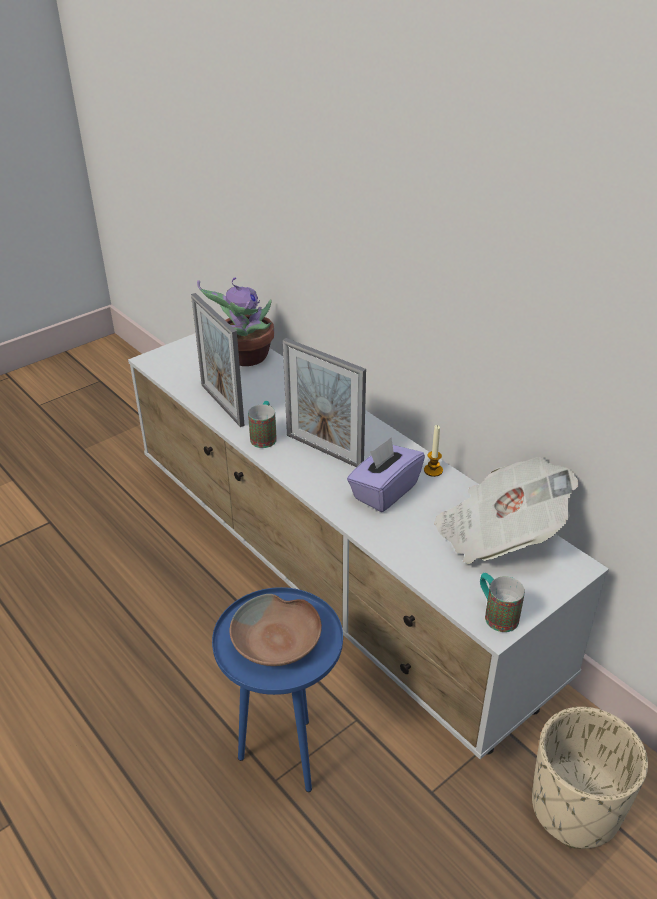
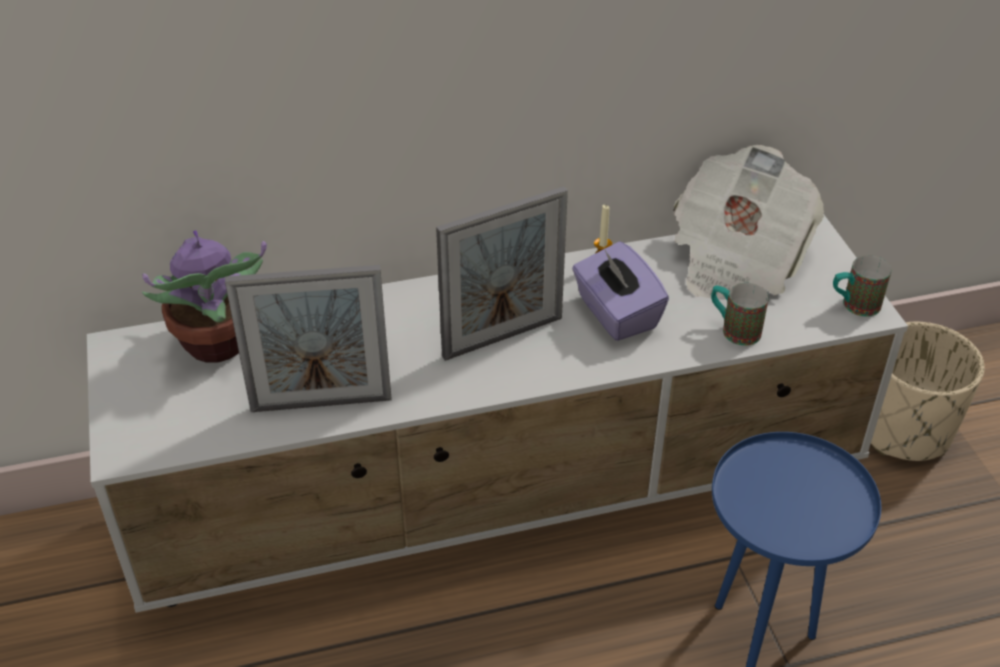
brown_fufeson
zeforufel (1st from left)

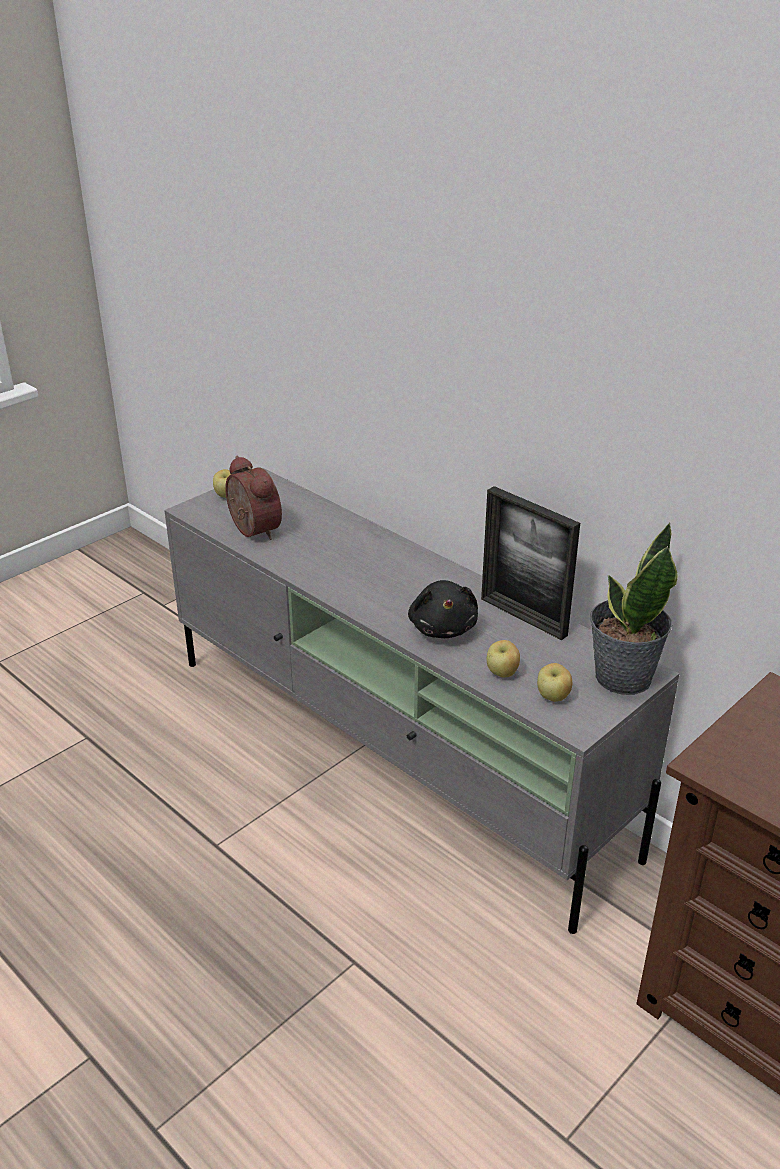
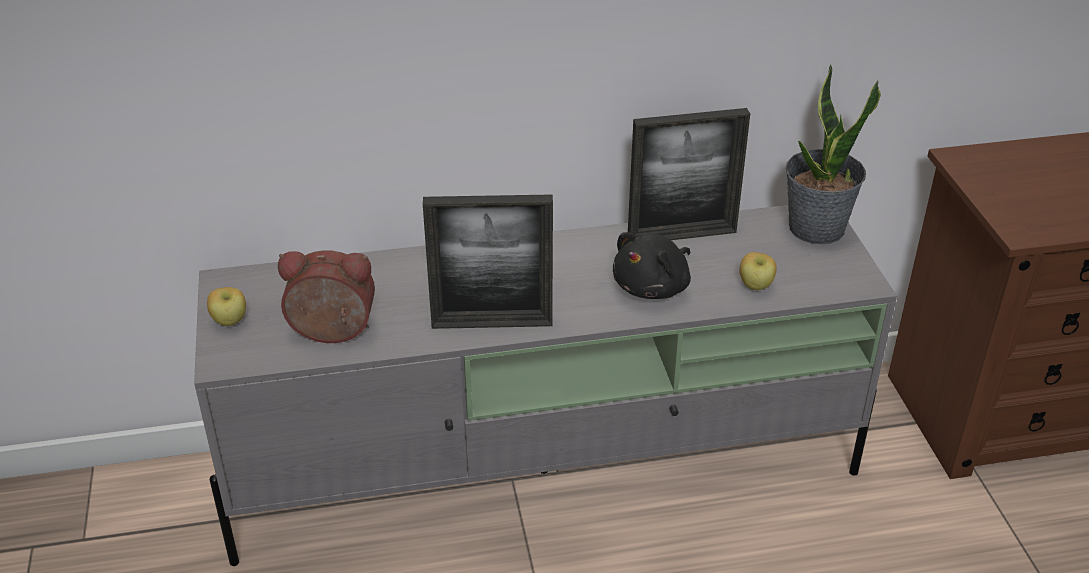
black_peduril
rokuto (3rd from left in the first image)
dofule (1st from left)

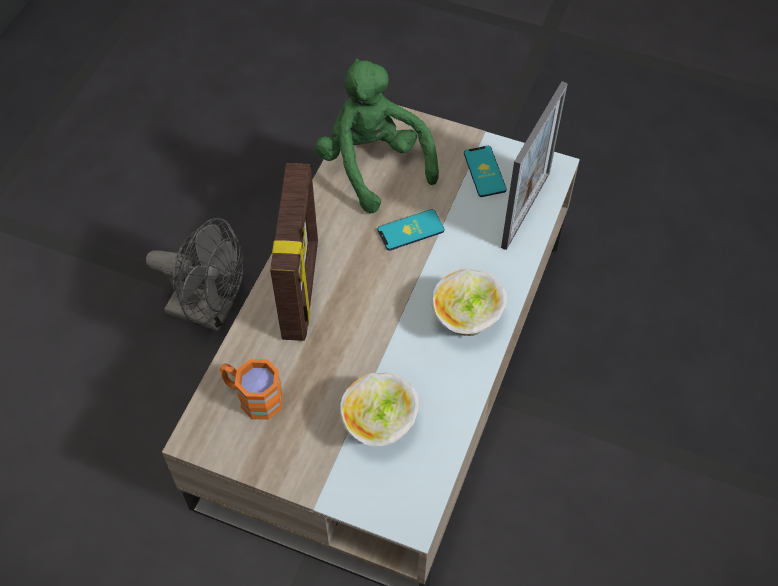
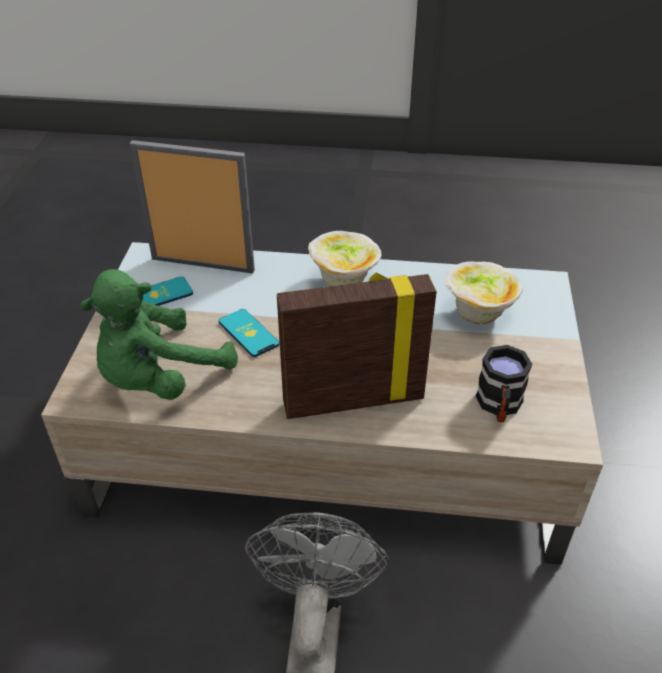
black_zeforufel

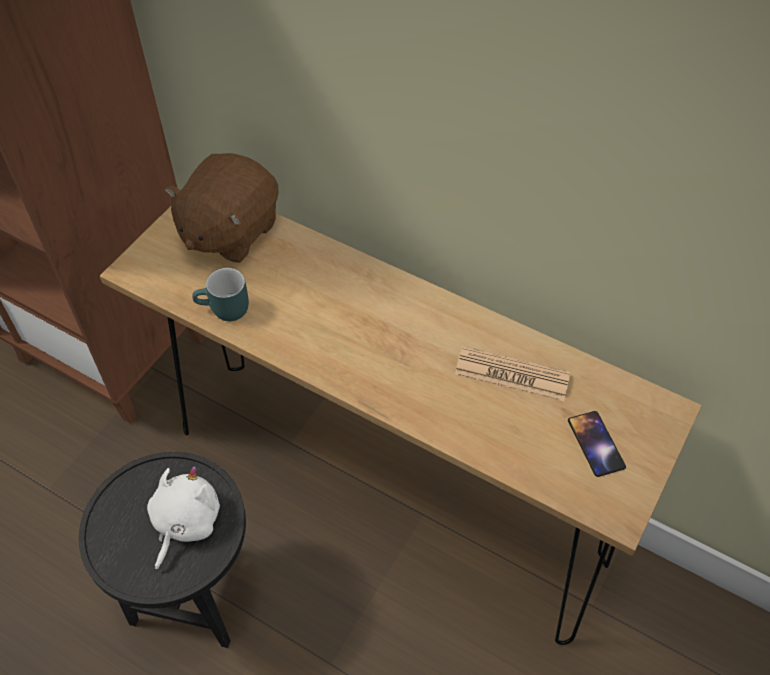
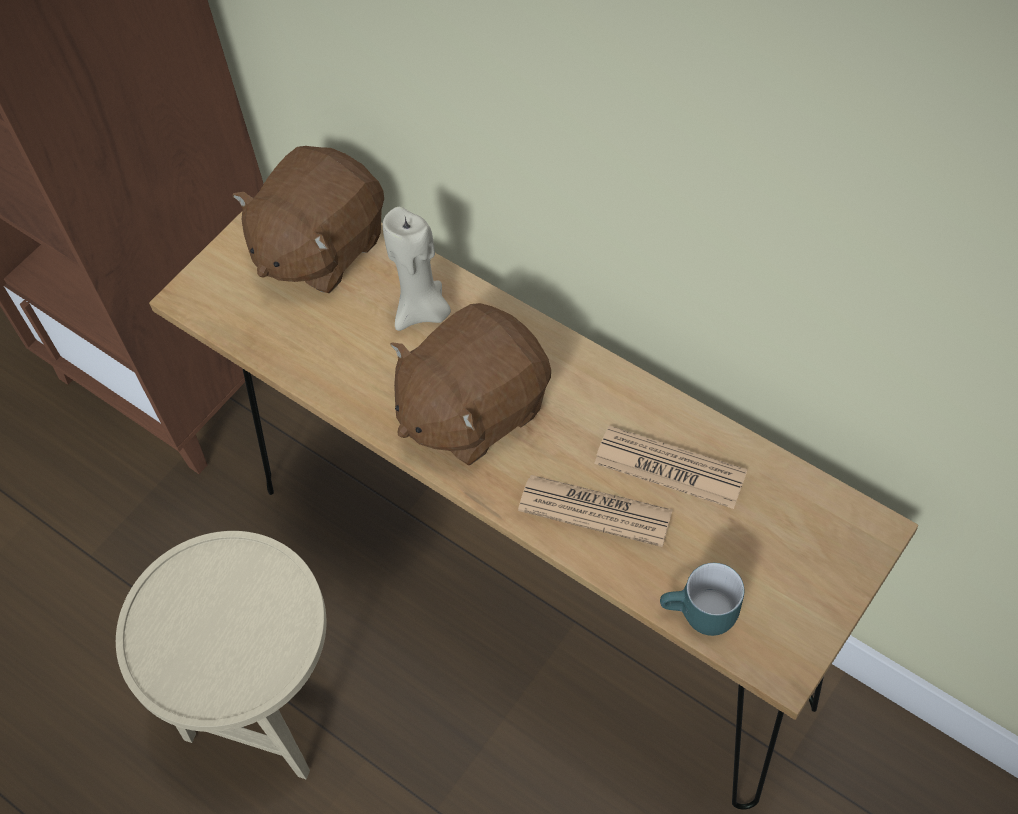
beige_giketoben
white_peduril
turquoise_zeforufel
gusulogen
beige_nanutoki
brown_peduril (2nd from left)
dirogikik (1st from left)

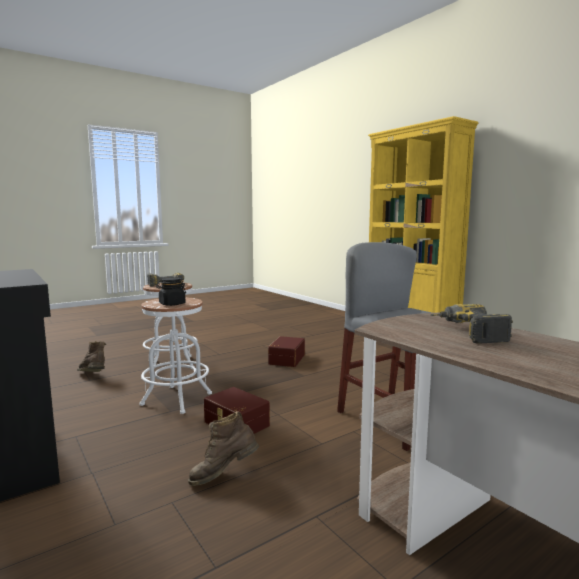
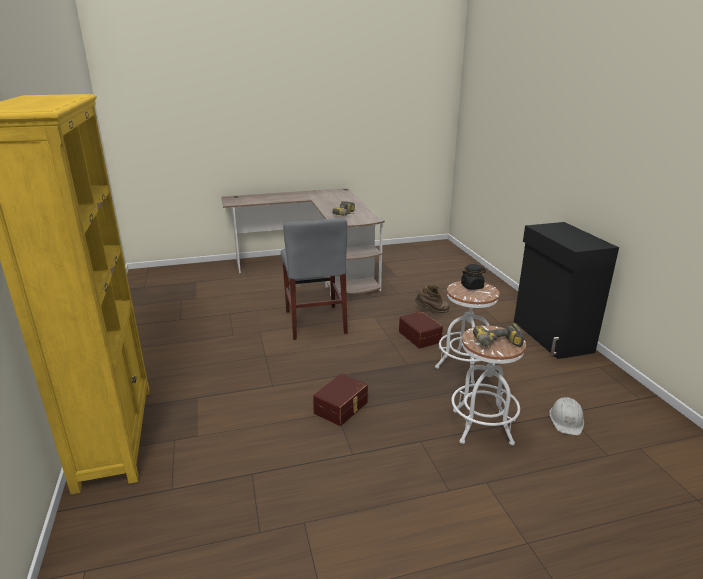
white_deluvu

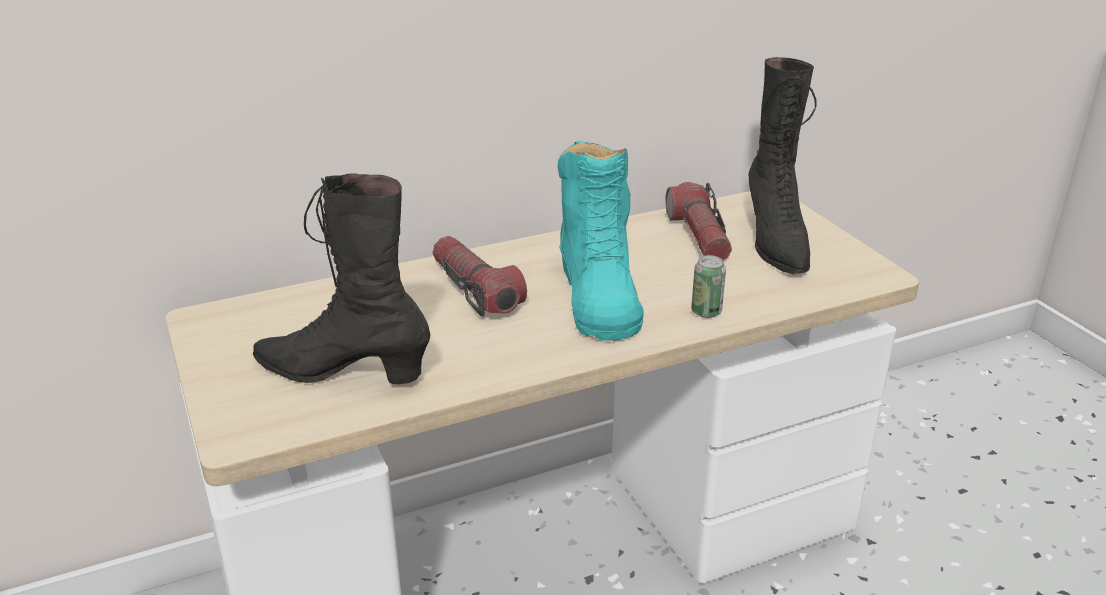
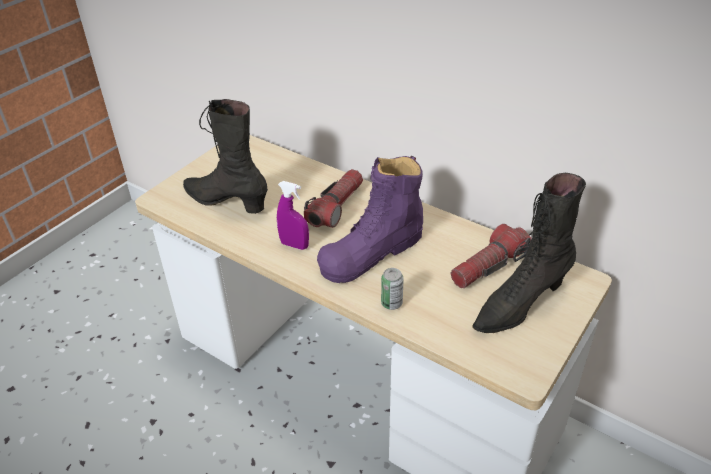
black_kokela (1st from left)
purple_kokela
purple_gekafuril

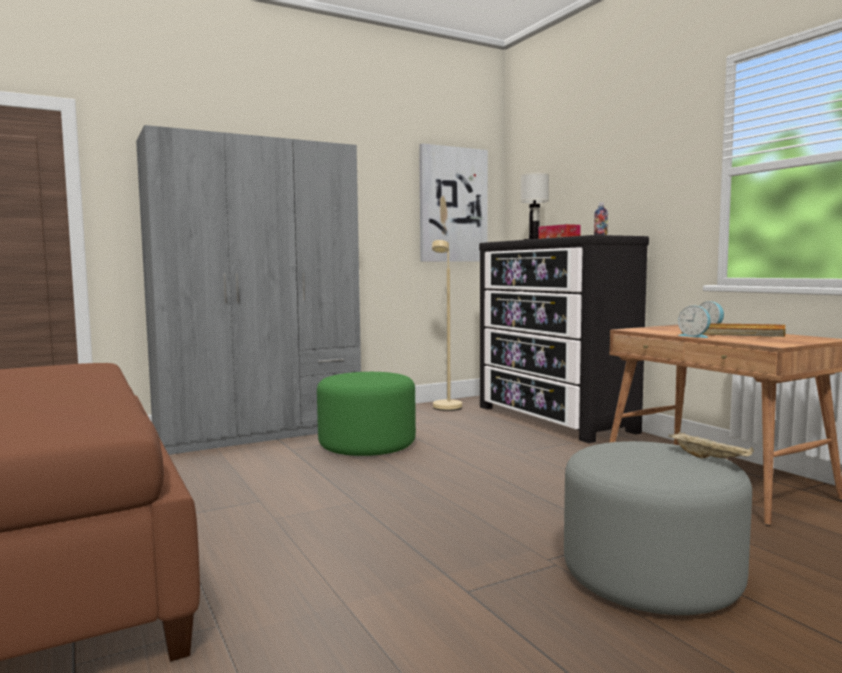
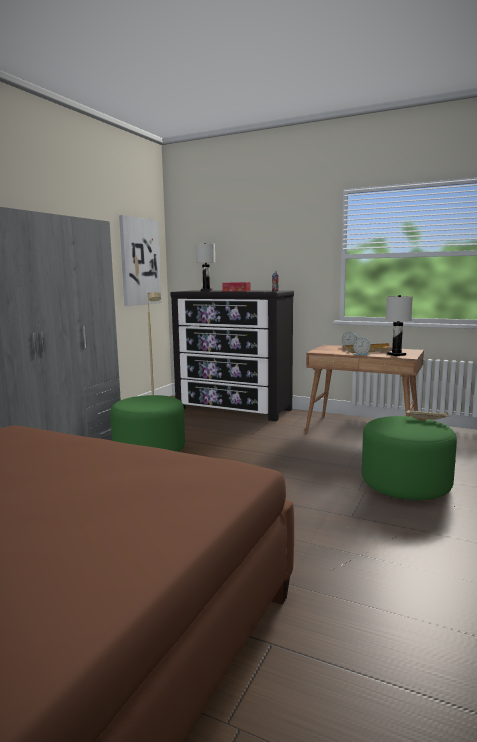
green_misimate (2nd from left)
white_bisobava (2nd from left)

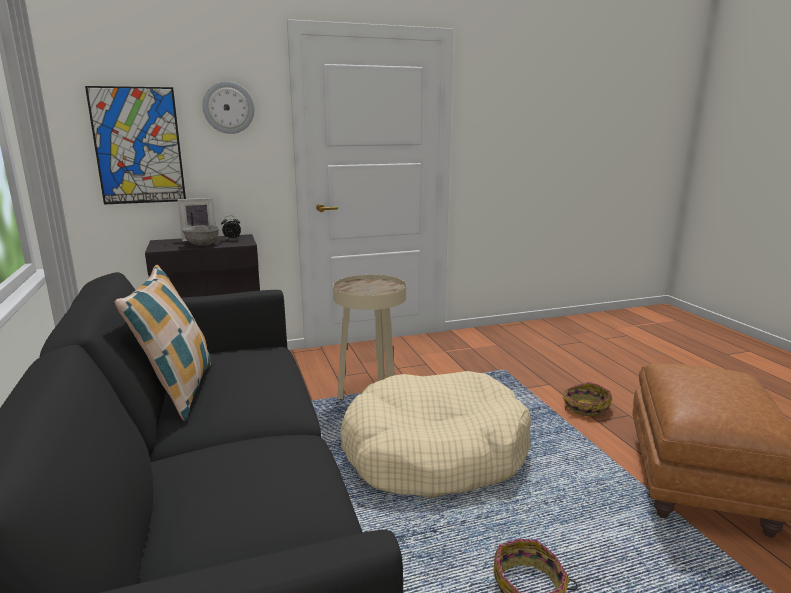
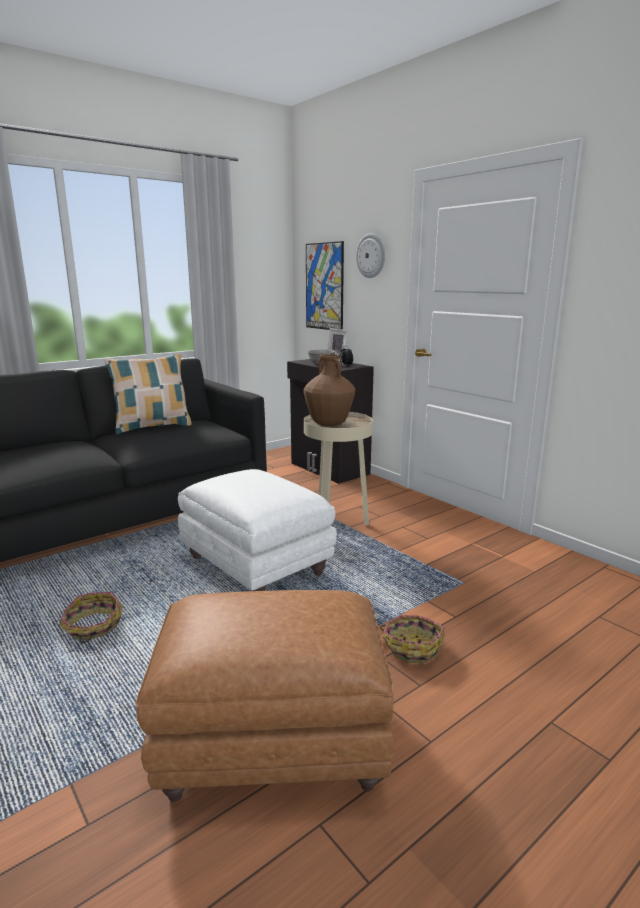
white_misimate
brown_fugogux

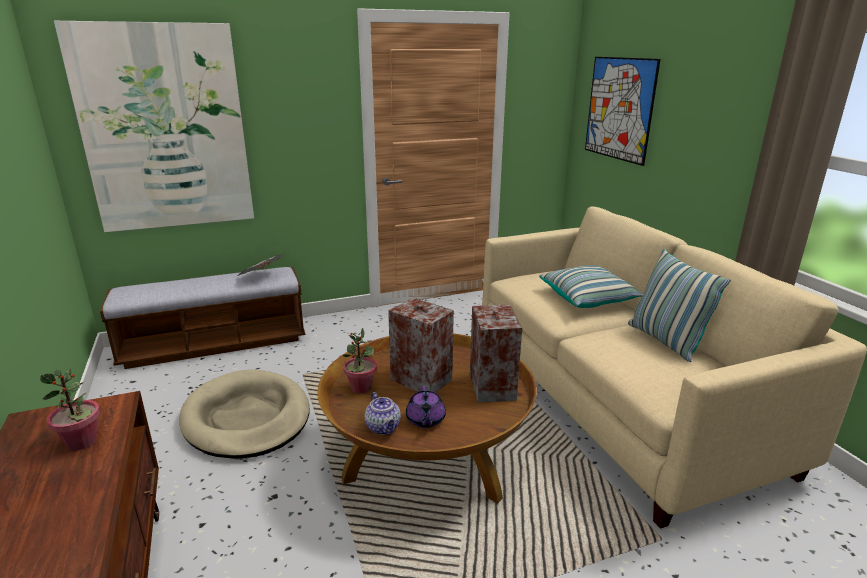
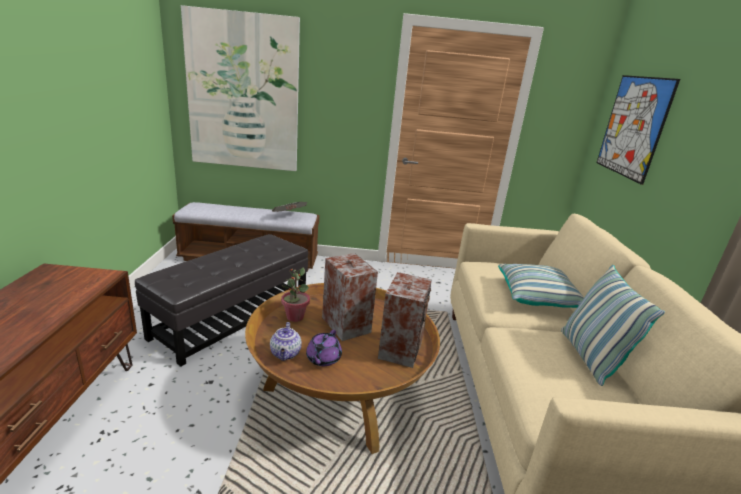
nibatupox (1st from left in the first image)
black_misimate

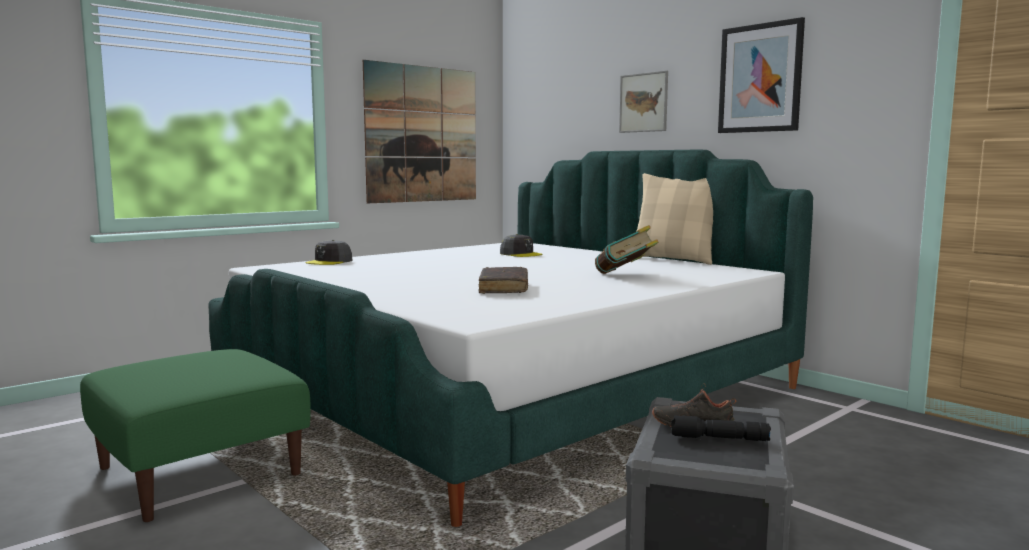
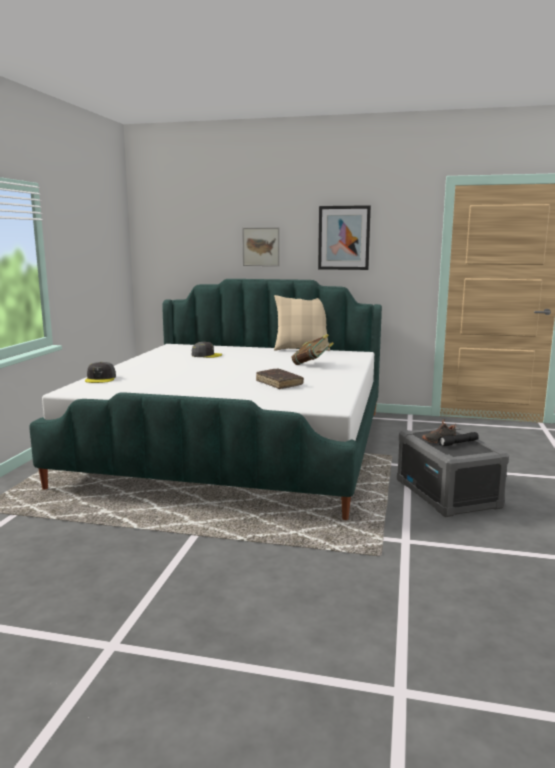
green_misimate
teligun (1st from left in the first image)

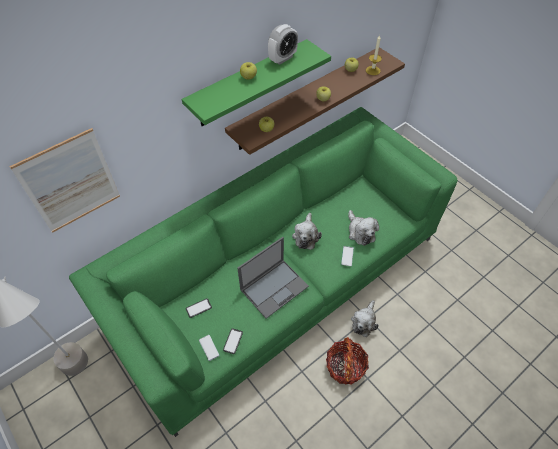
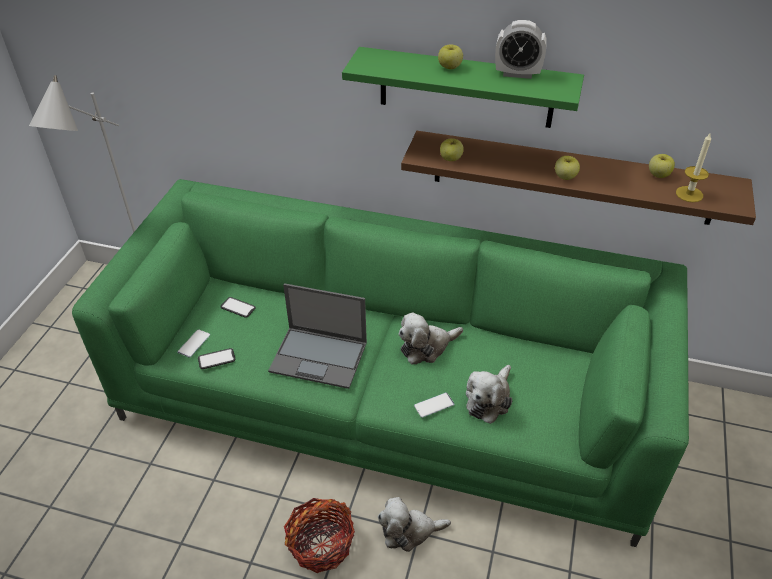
teligun

